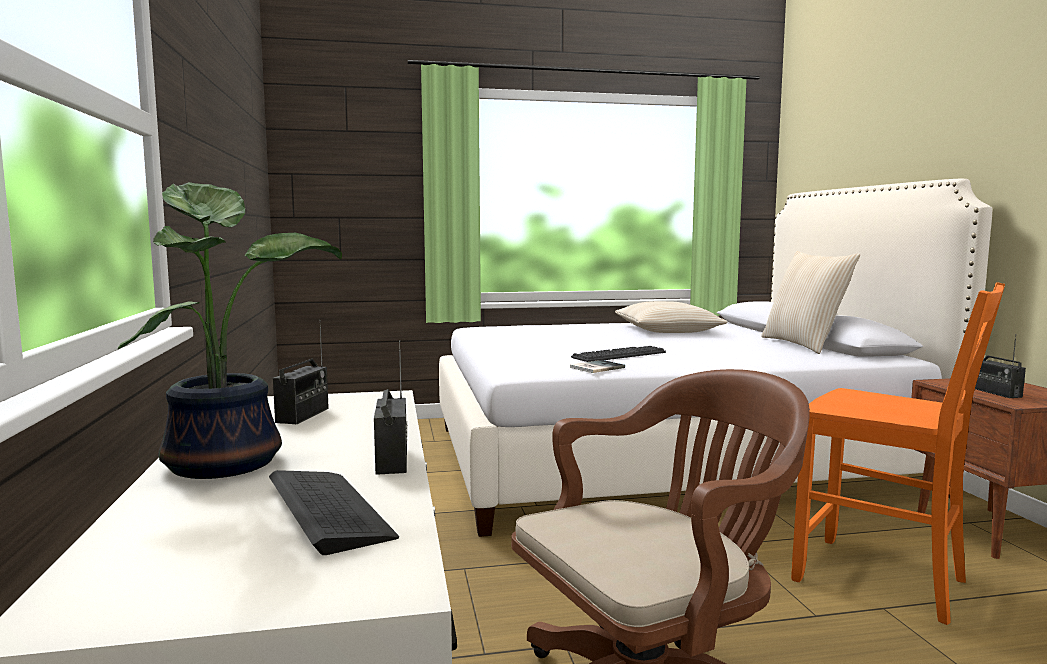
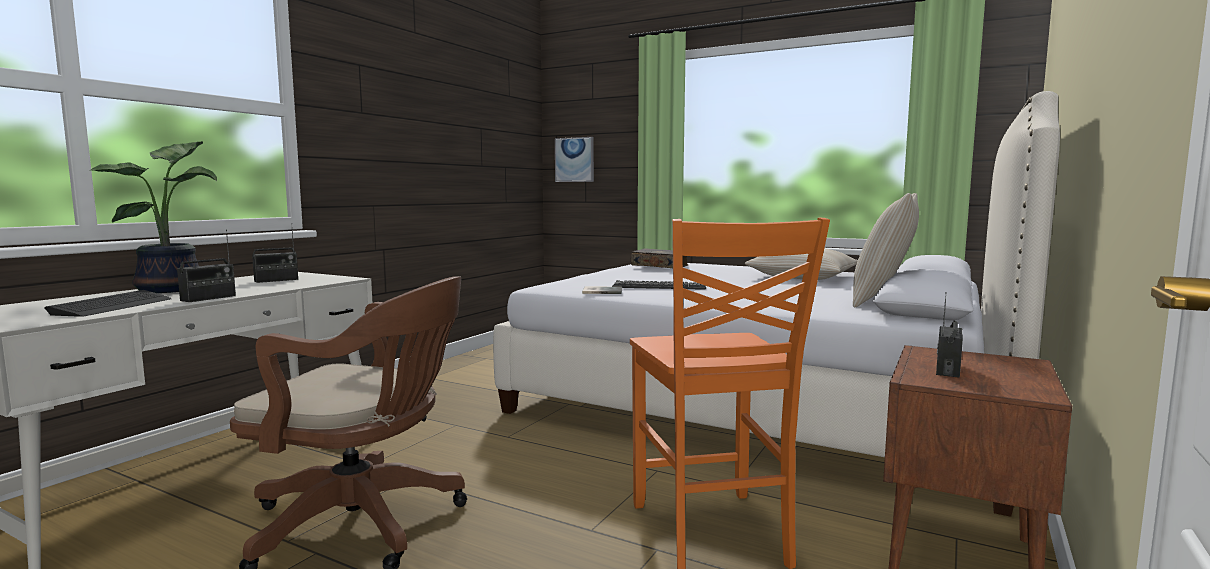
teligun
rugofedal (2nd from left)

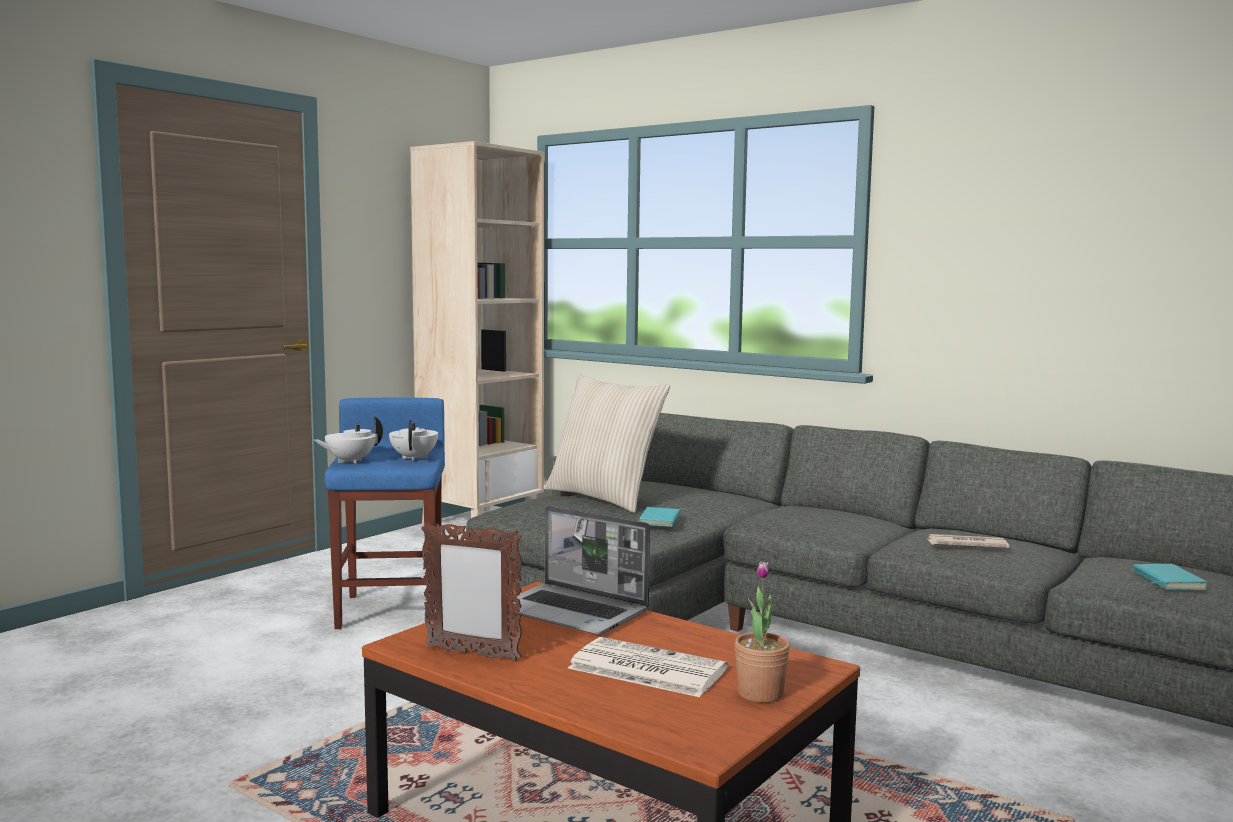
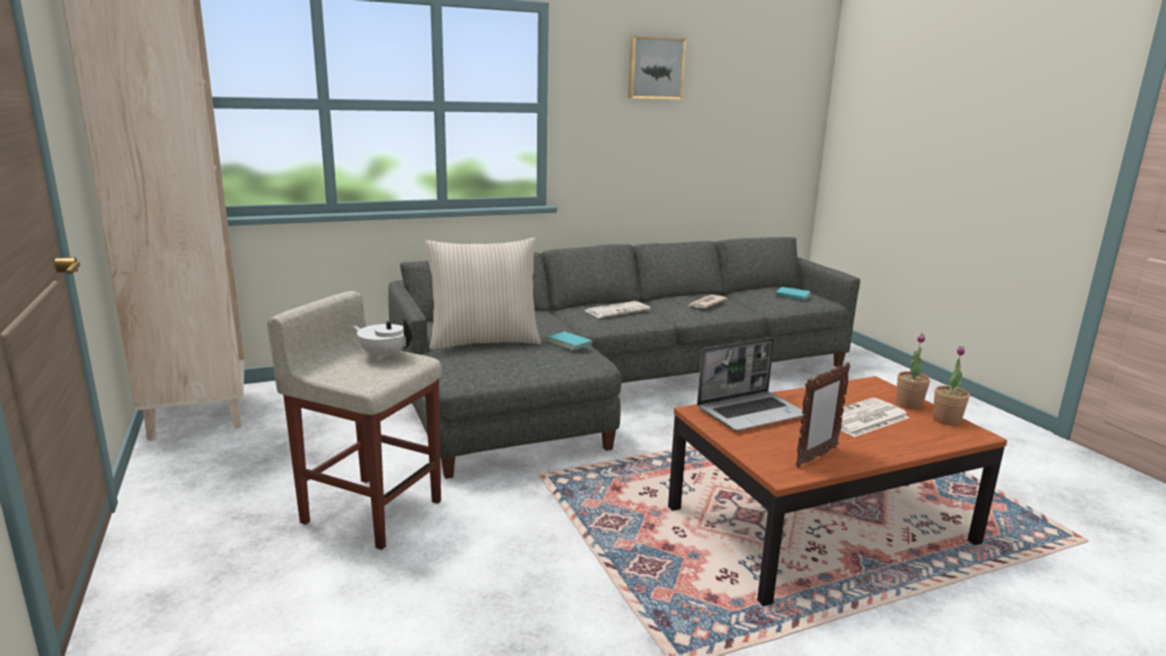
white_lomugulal (1st from left in the first image)
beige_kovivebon
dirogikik (1st from left)
teligun
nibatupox (2nd from left)

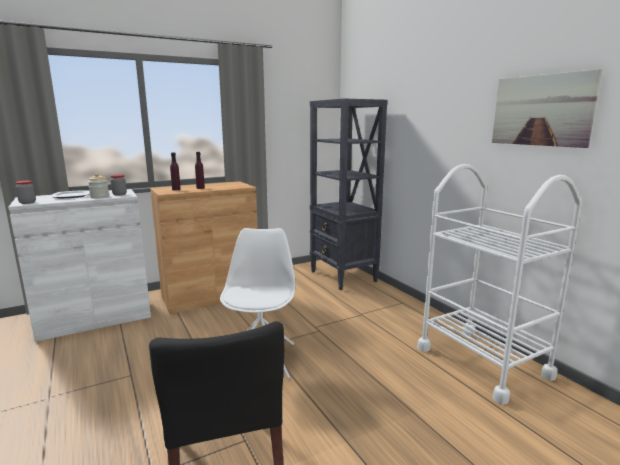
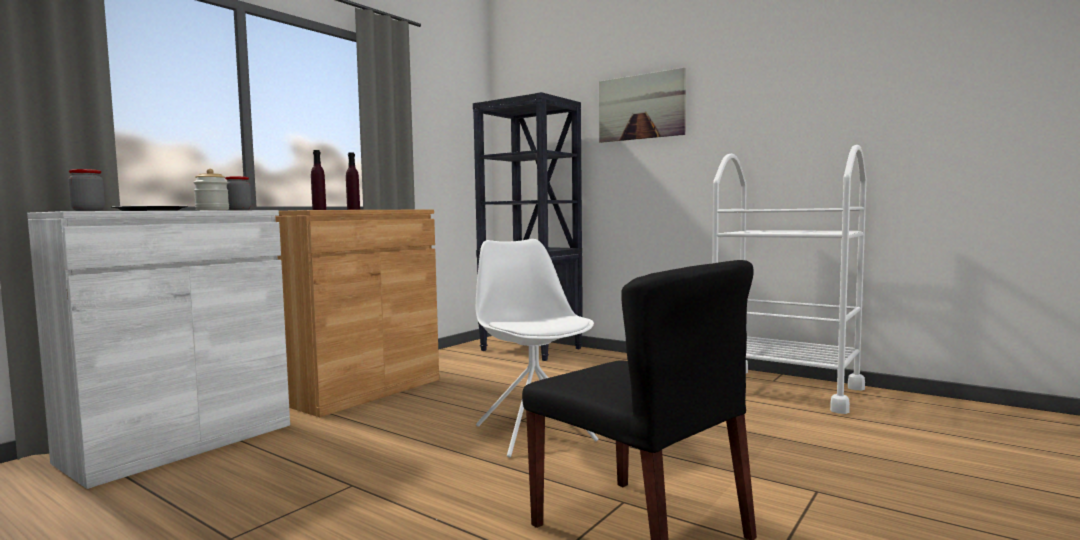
teligun

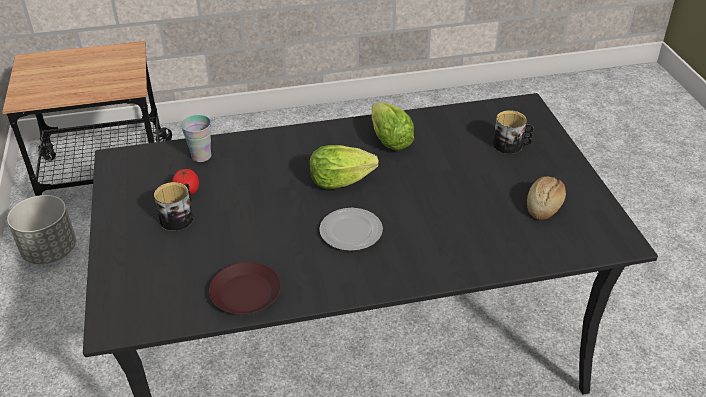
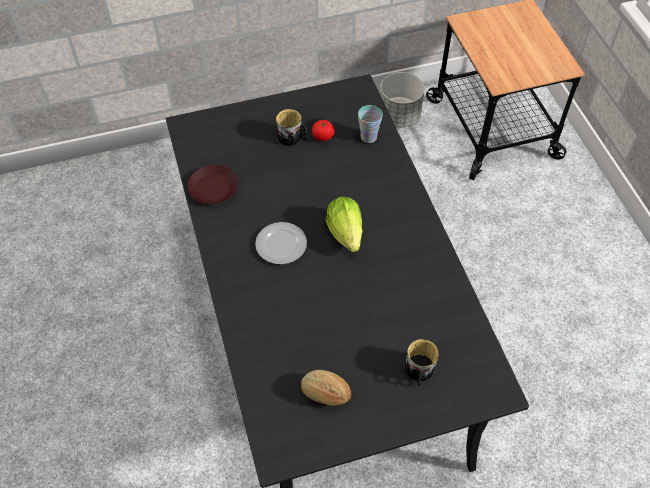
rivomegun (2nd from left in the first image)

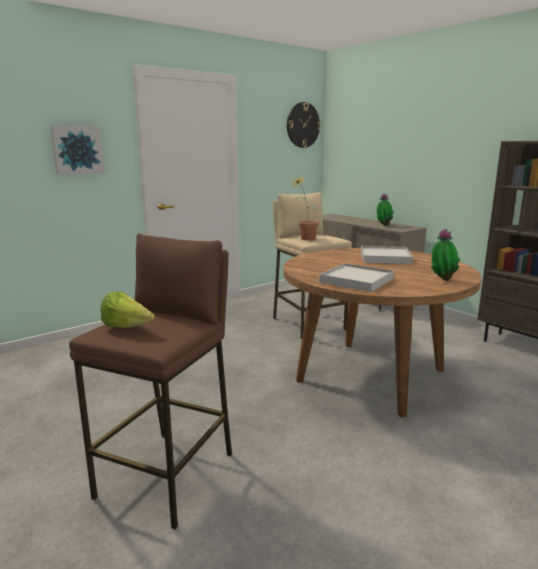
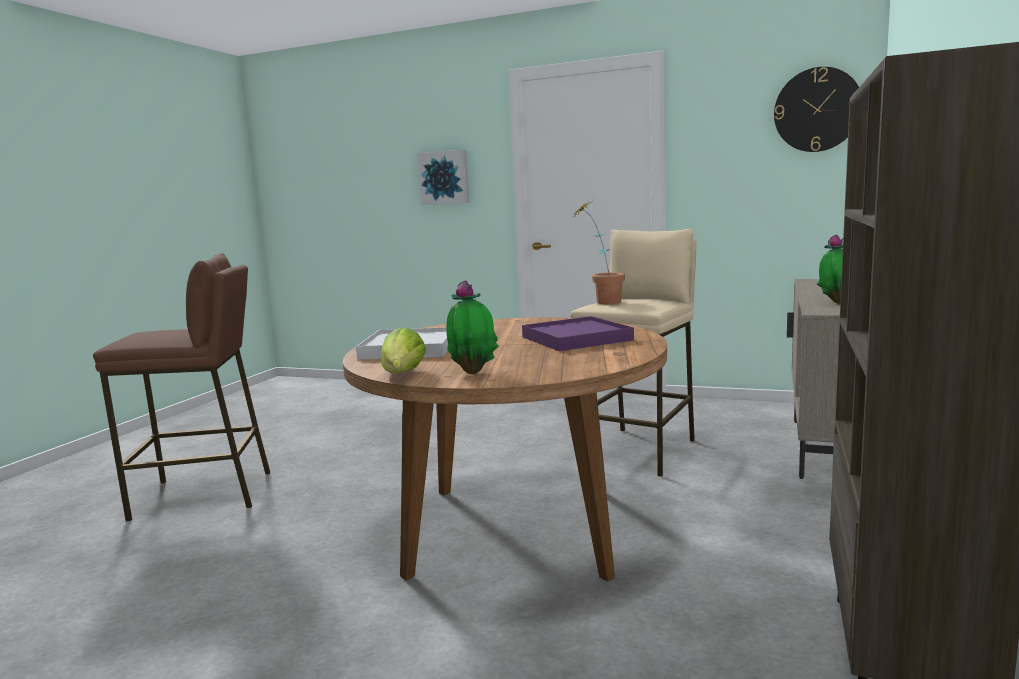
rivomegun
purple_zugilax

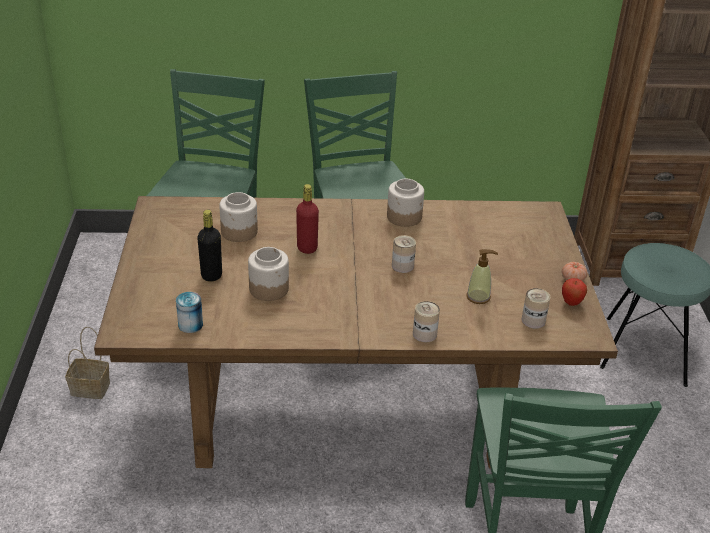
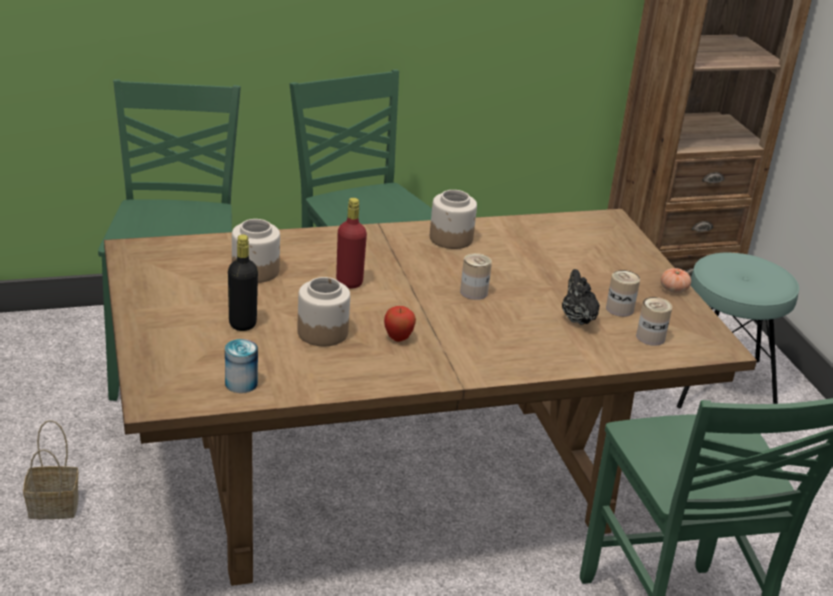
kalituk (3rd from left)
black_lomugulal
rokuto

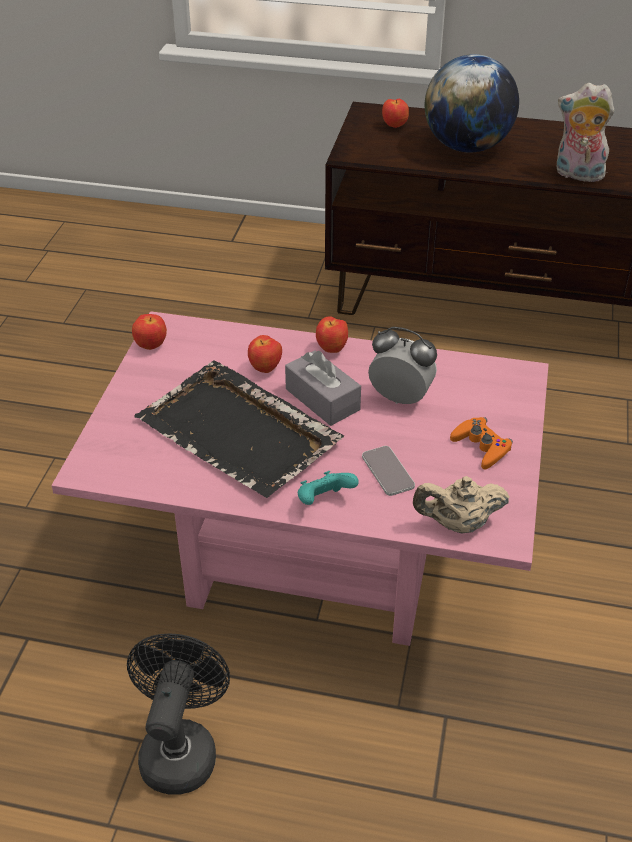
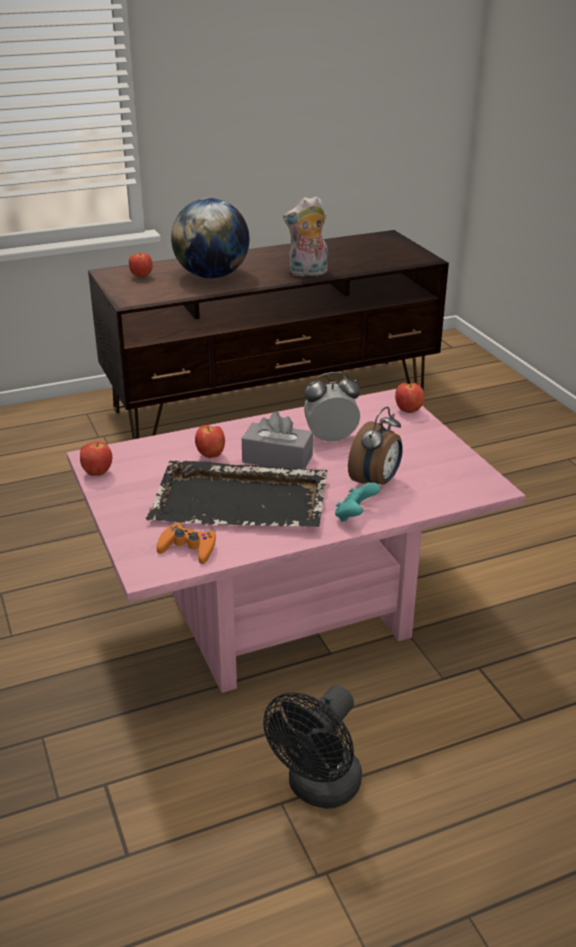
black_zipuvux
rokuto (4th from left)
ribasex (2nd from left)
beige_lomugulal
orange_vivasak

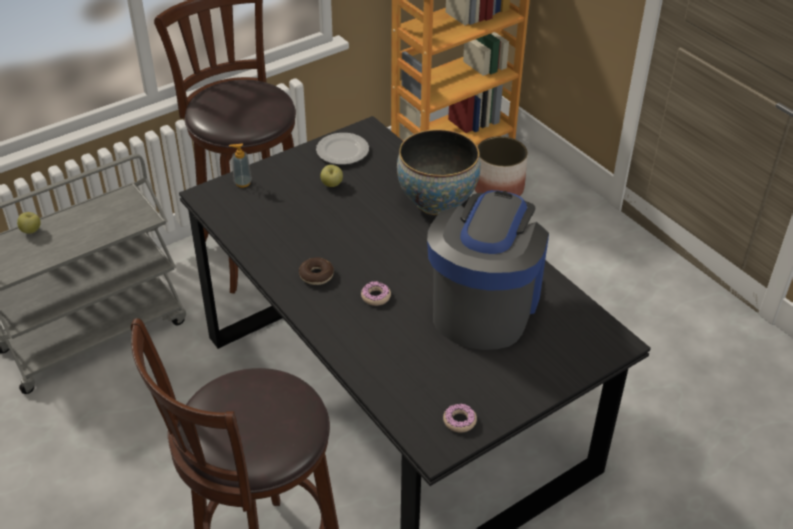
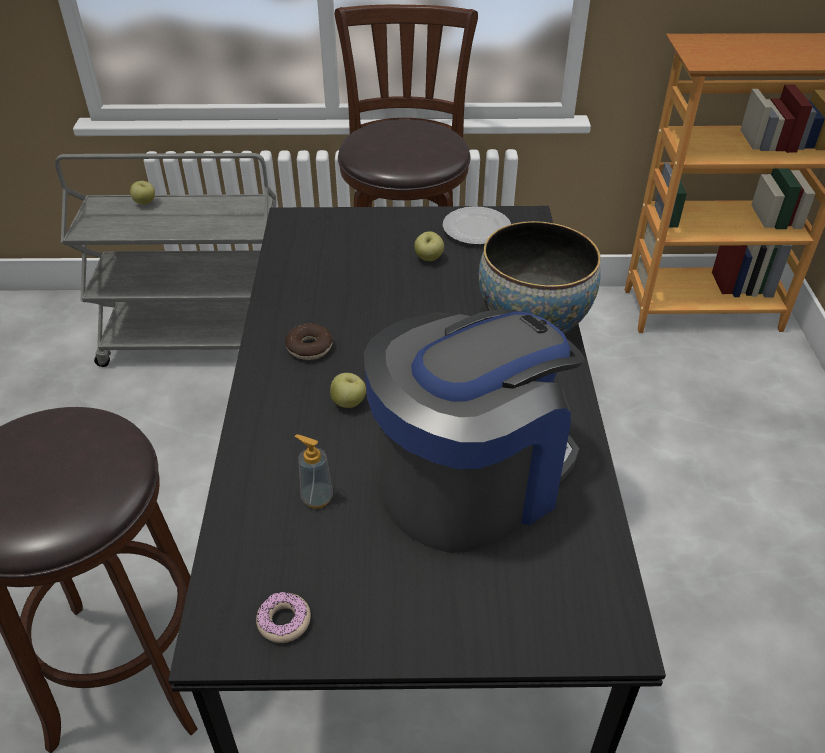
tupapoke
rokuto (2nd from left)
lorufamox

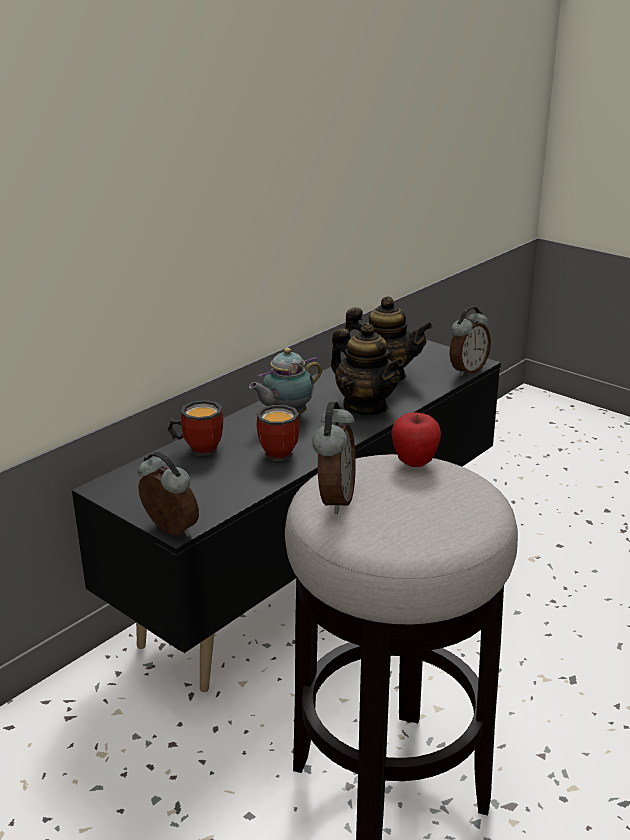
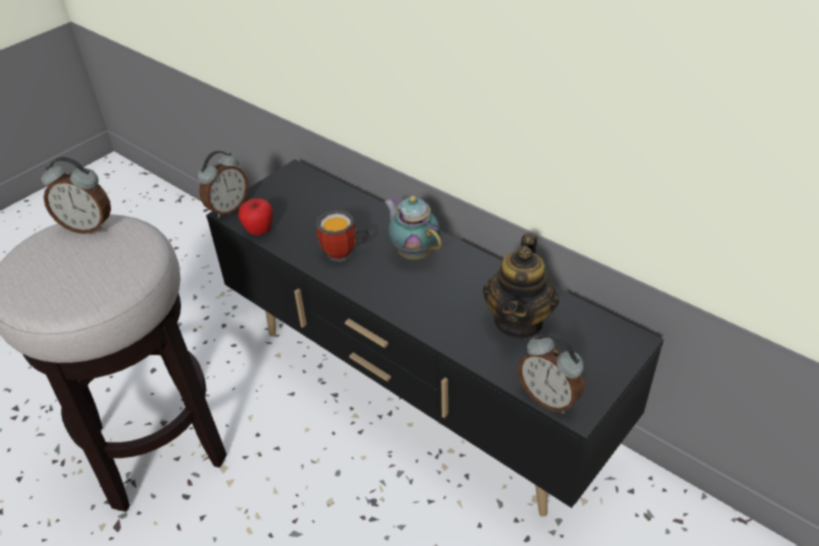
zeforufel (1st from left in the first image)
lomugulal (2nd from left in the first image)
rokuto

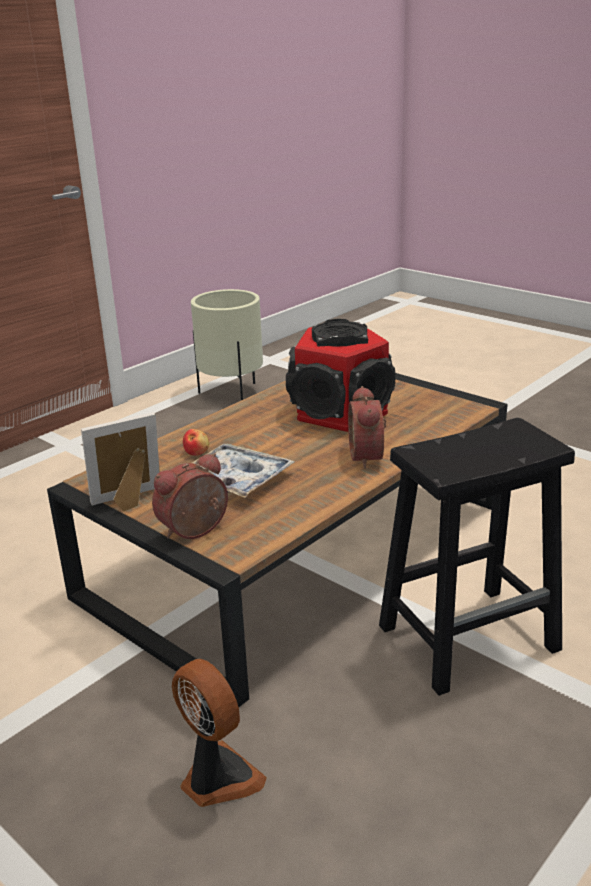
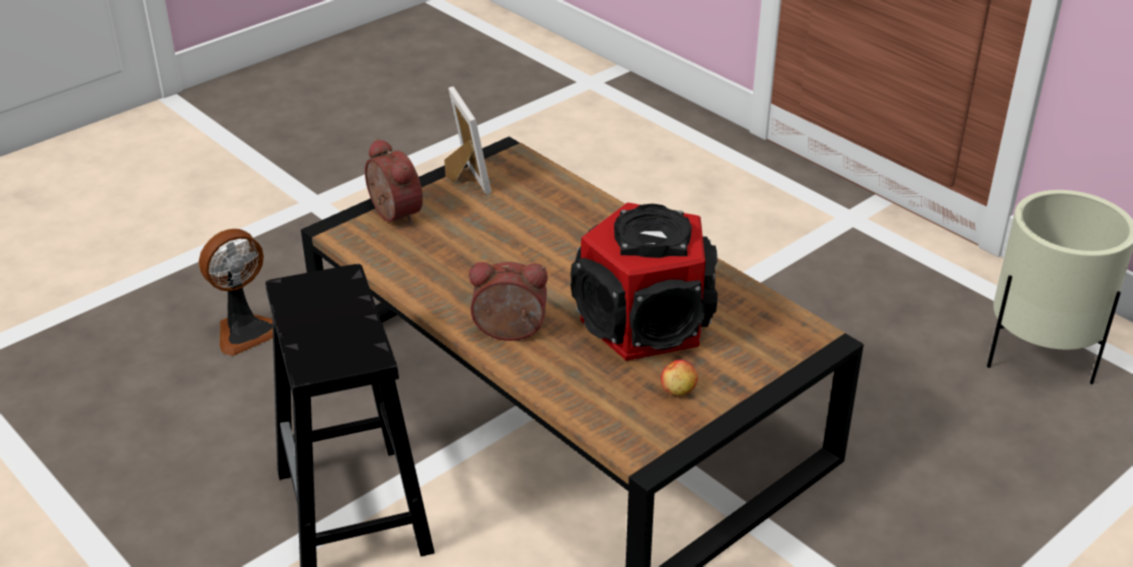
rokuto
zugilax

